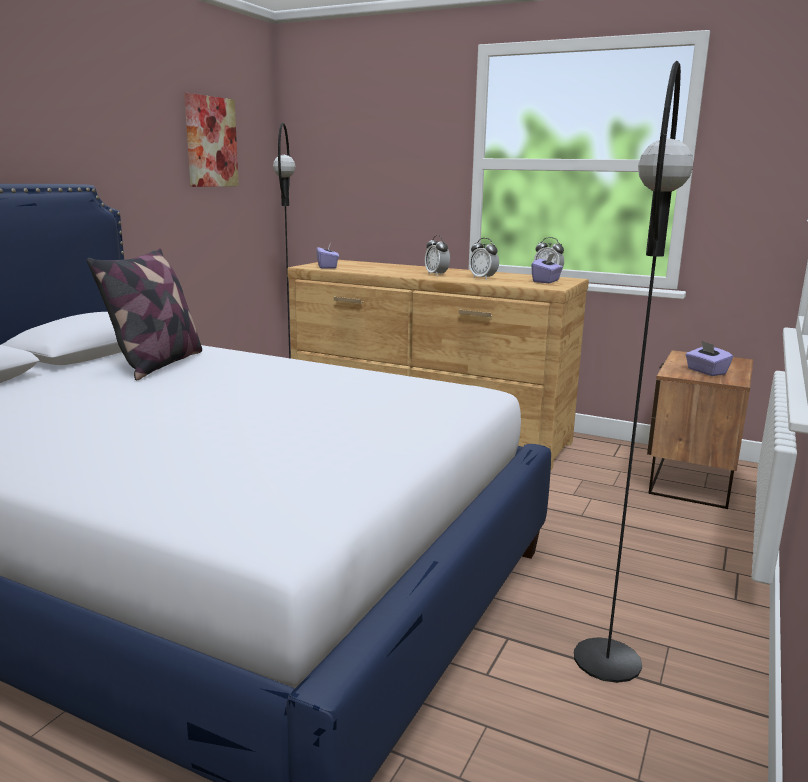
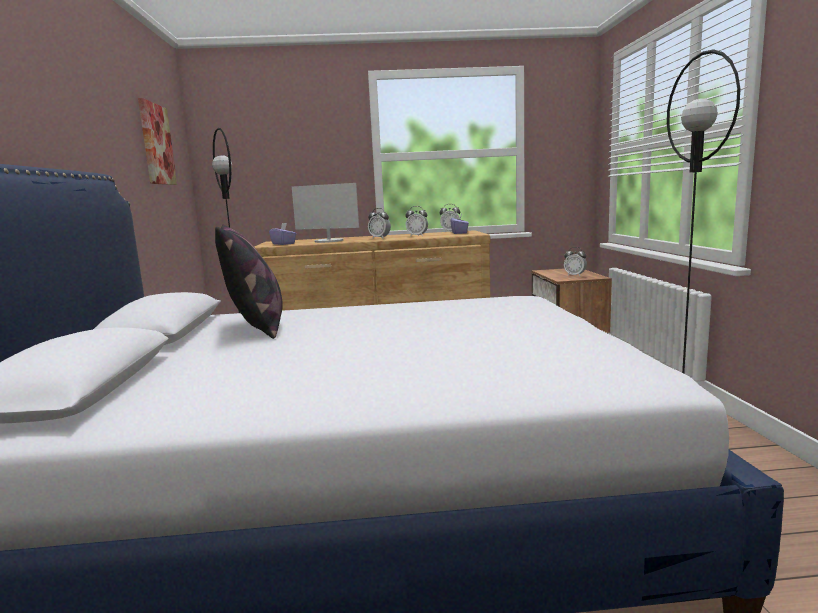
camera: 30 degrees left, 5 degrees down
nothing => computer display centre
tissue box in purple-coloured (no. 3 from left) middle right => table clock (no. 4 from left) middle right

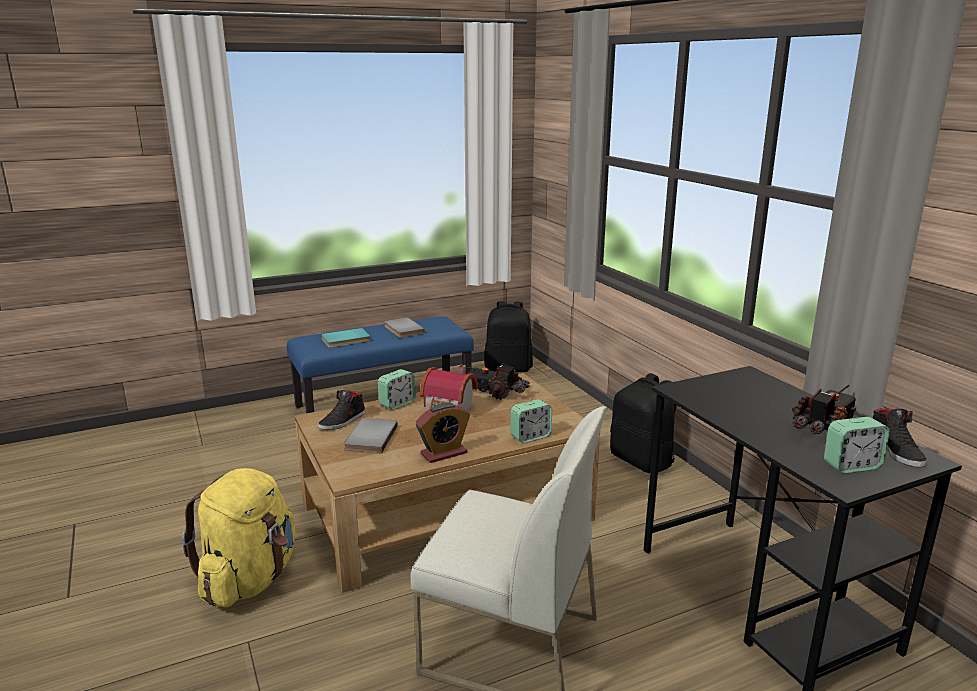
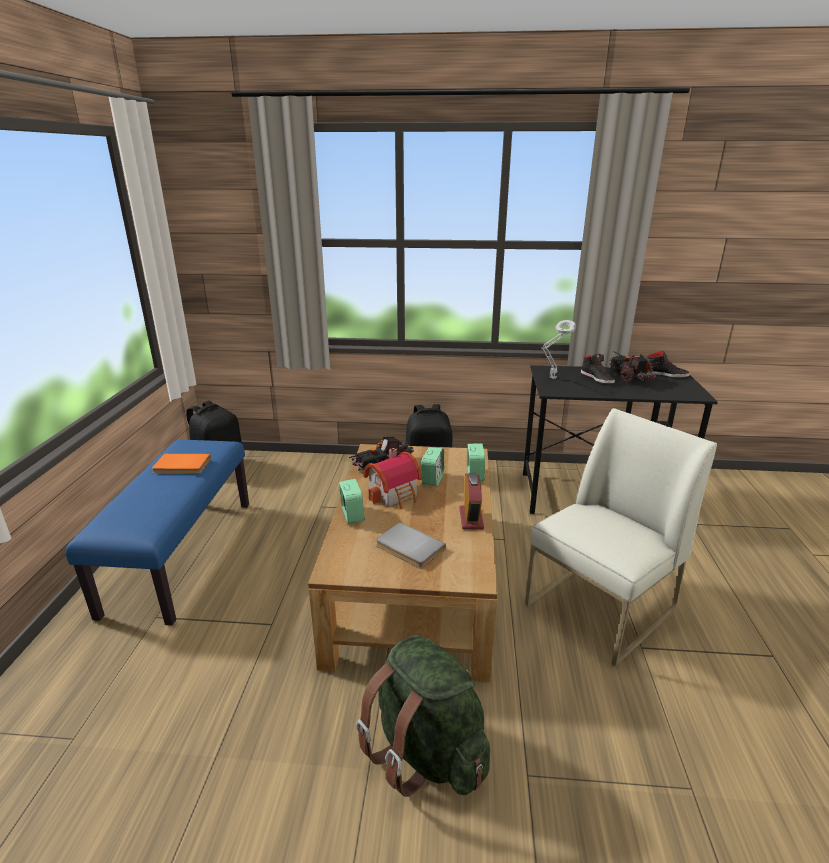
camera: 60 degrees left, 5 degrees up
book in turquoise centre => nothing
nothing => lamp for a table in grey middle right
shoe in blackish (no. 1 from left) centre => shoe in blackish (no. 1 from left) middle right, relocated
table clock (no. 4 from left in the first image) middle right => table clock (no. 2 from left) centre, relocated
backpack in yellowish bottom left => backpack in greenish bottom centre
book in grey (no. 2 from left) centre => book in orangey middle left

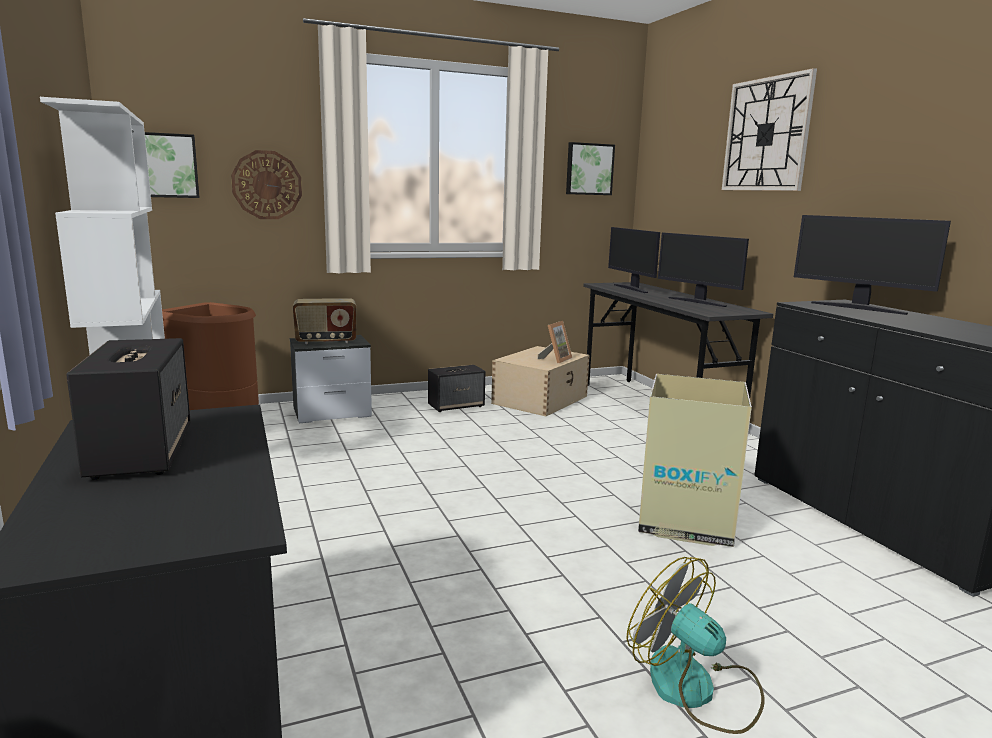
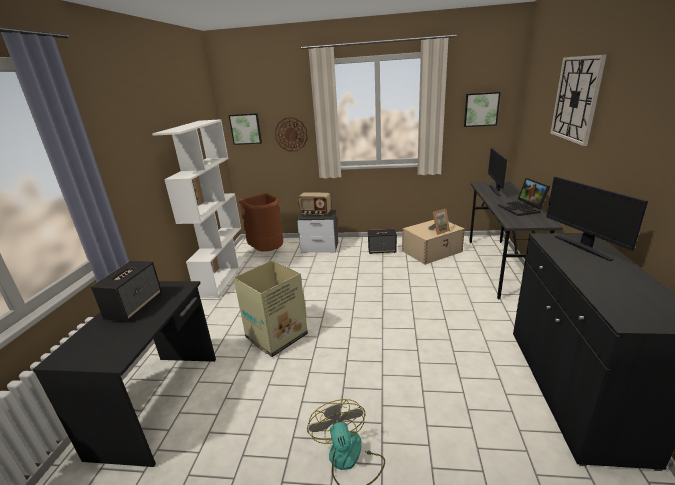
camera: 30 degrees right, 10 degrees up
carton middle right => carton centre, relocated
computer display (no. 2 from left) middle right => notebook computer middle right

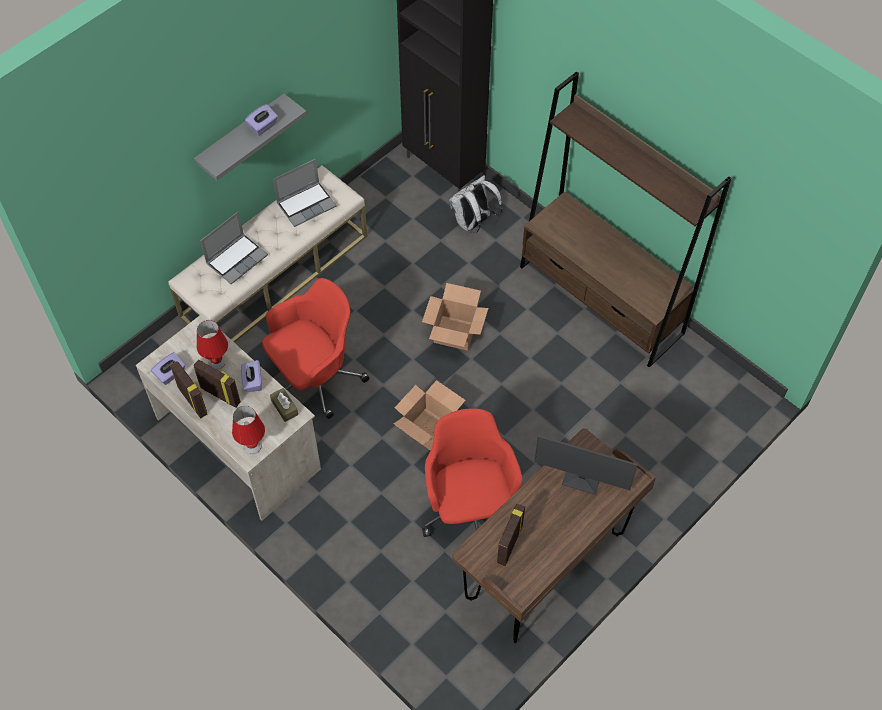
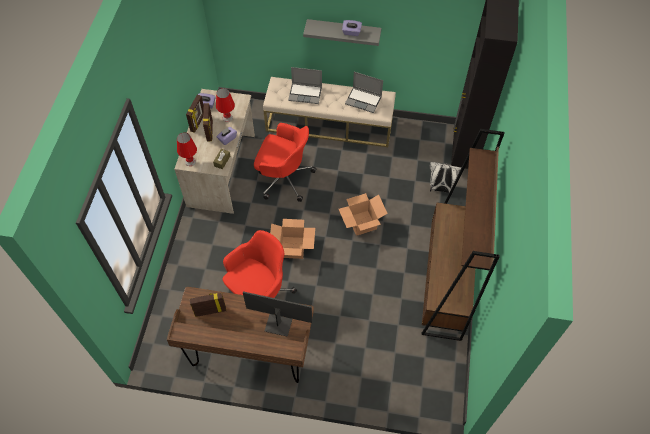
camera: 55 degrees right, 0 degrees up
computer display centre => computer display bottom centre, 120 degrees clockwise

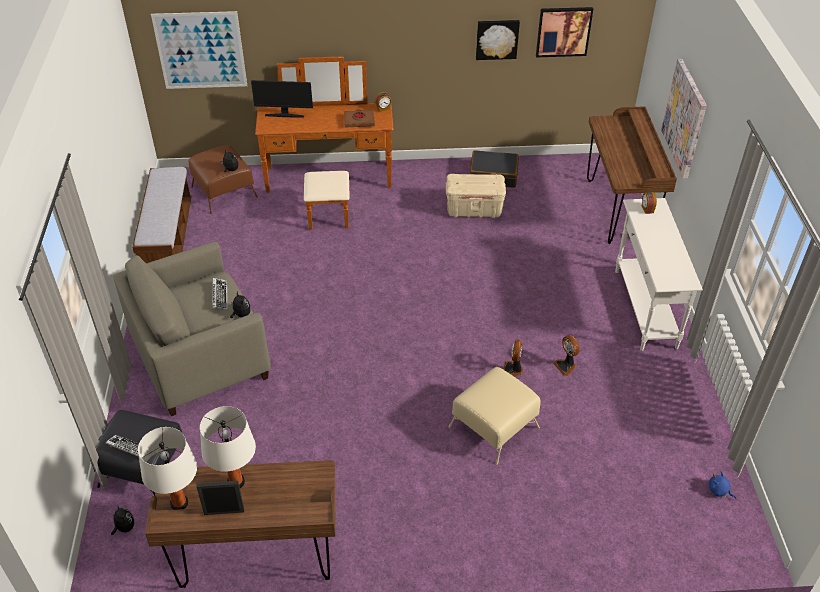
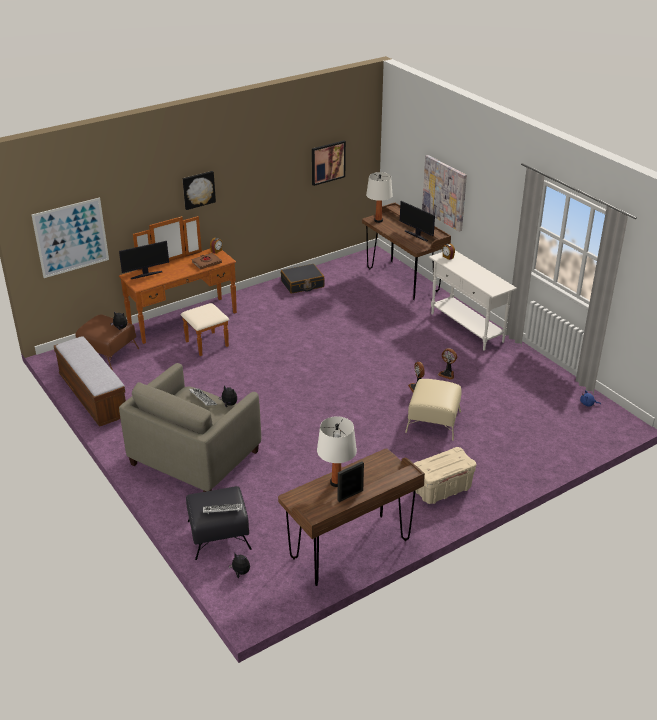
camera: 30 degrees left, 10 degrees down
nothing => computer display (no. 2 from left) top centre
lamp for a table in white (no. 1 from left in the first image) bottom left => lamp for a table in white (no. 2 from left) top centre, relocated
storage bin in beige-coloured top centre => storage bin in beige-coloured middle right, relocated
picture (no. 2 from left) top centre => picture (no. 2 from left) top left, relocated

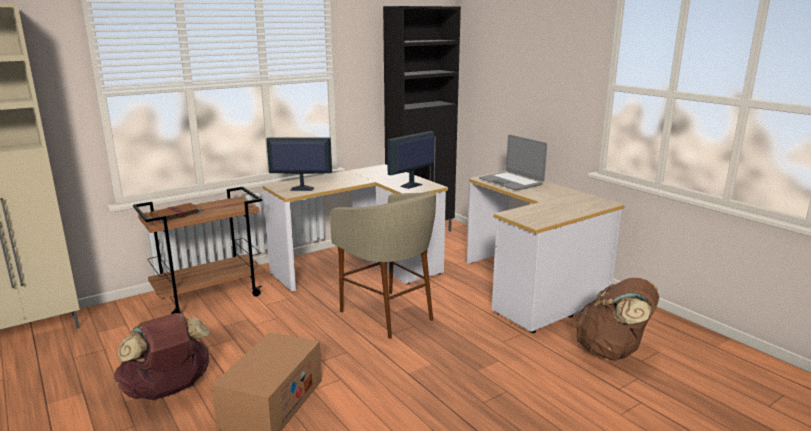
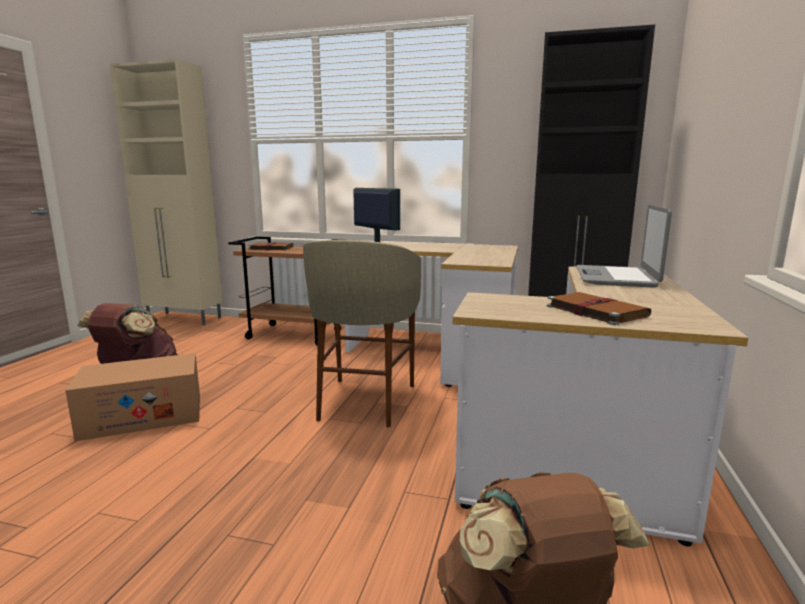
camera: 50 degrees right, 5 degrees down
computer display (no. 2 from left) centre => nothing
nothing => book in brown-coloured (no. 2 from left) middle right

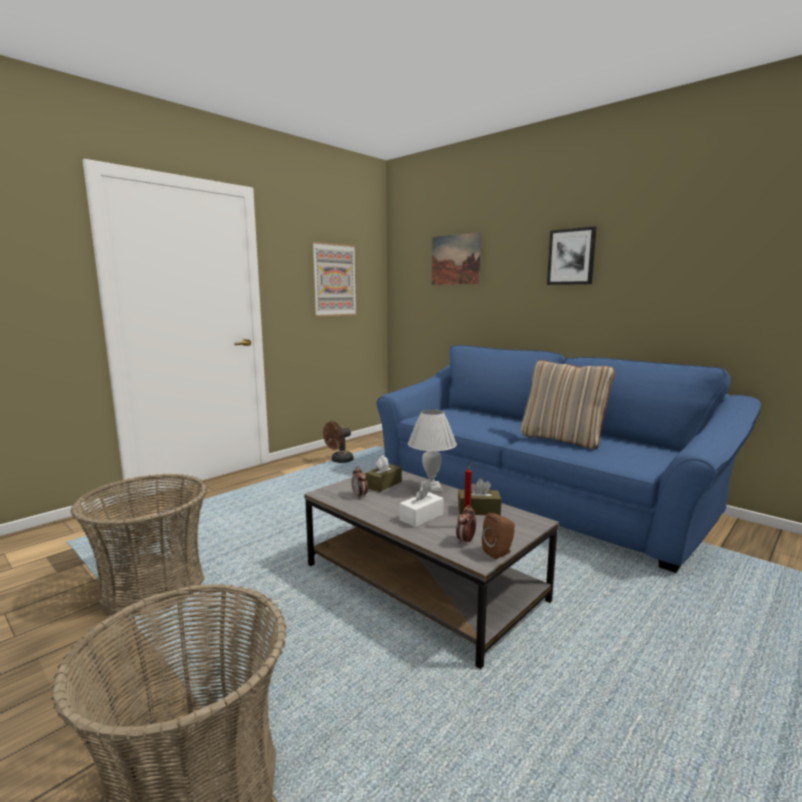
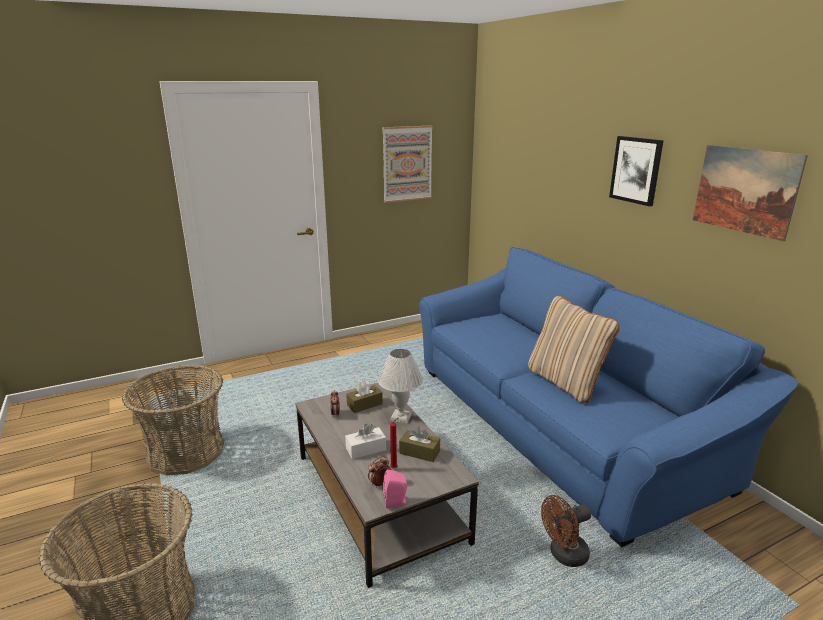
camera: 20 degrees right, 10 degrees up
cooling fan in brown-coloured centre => cooling fan in brown-coloured bottom right, relocated
picture (no. 2 from left in the first image) top centre => picture (no. 3 from left) top right, relocated
speaker in brown-coloured bottom centre => speaker in pink-coloured bottom centre

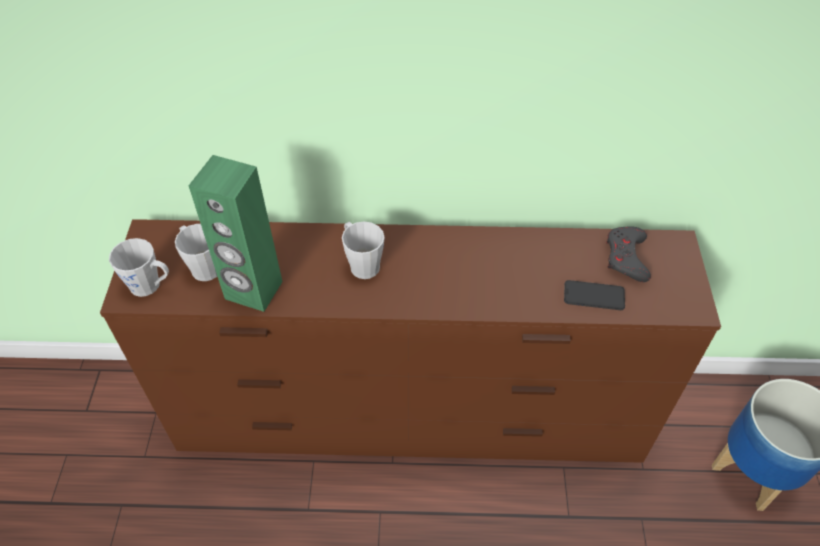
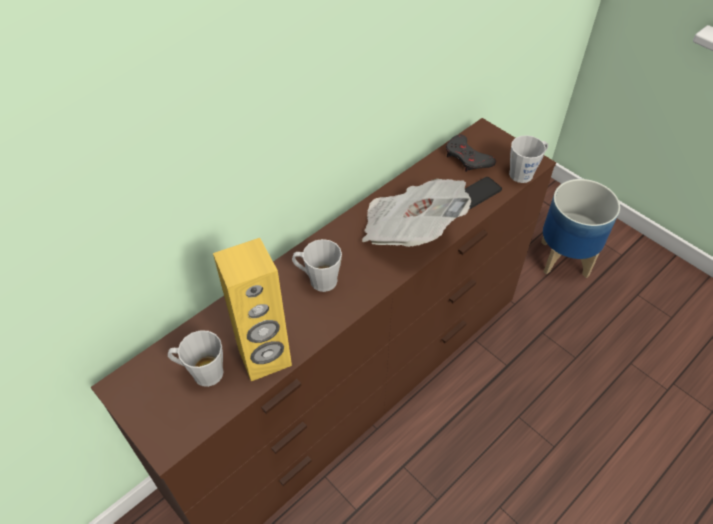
camera: 45 degrees left, 0 degrees up
nothing => newspaper centre
tea mug in grey (no. 1 from left in the first image) middle left => tea mug in grey (no. 3 from left) top right, relocated
speaker in greenish middle left => speaker in yellowish centre

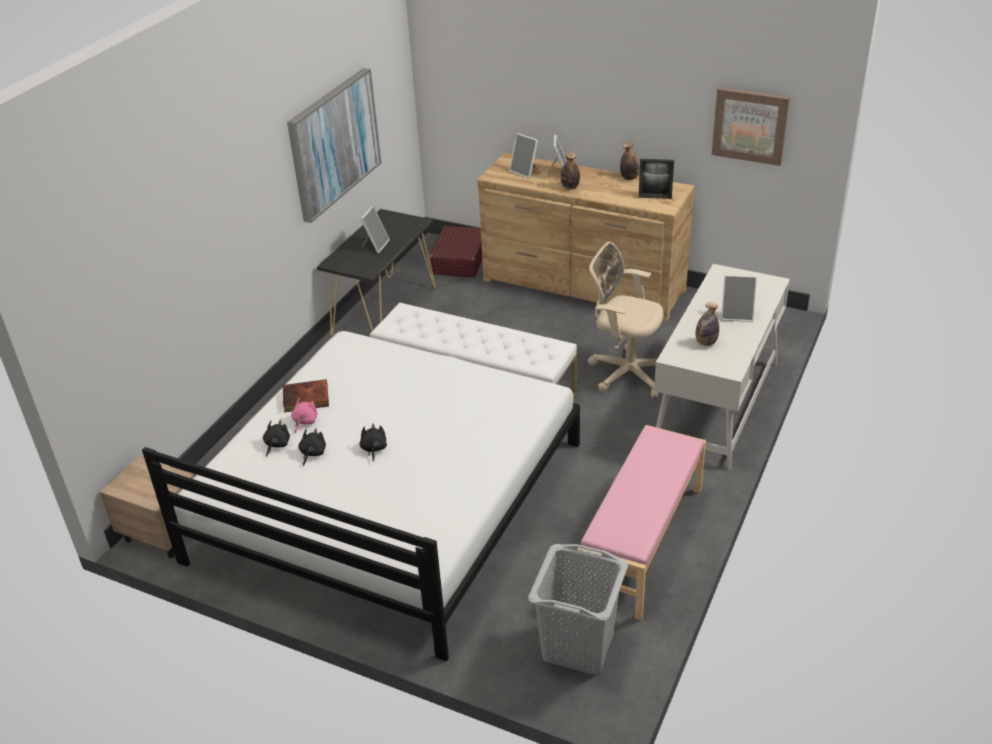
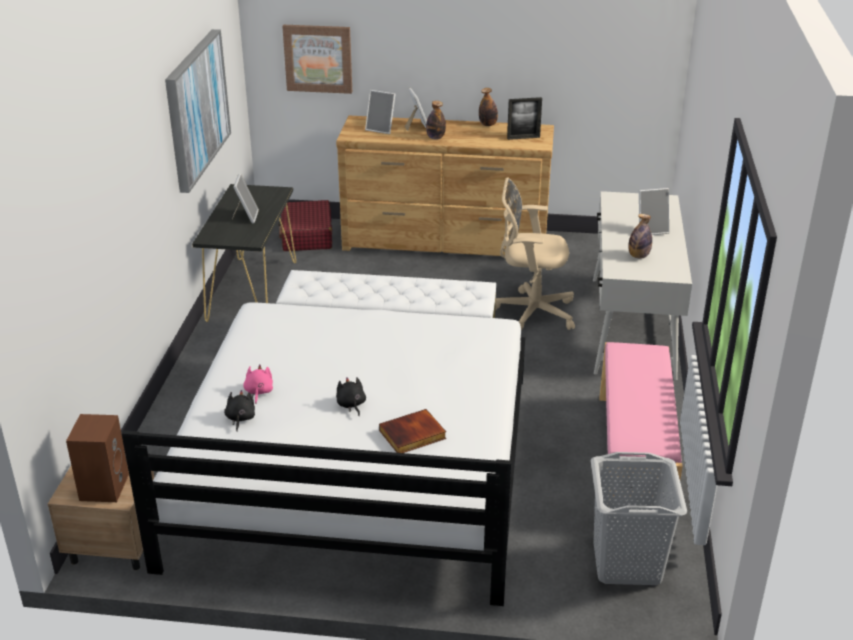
camera: 20 degrees left, 5 degrees down
soft toy in blackish (no. 2 from left) middle left => nothing
nothing => speaker in brown-coloured bottom left
book middle left => book bottom centre, relocated
picture (no. 2 from left) top right => picture (no. 2 from left) top centre, relocated

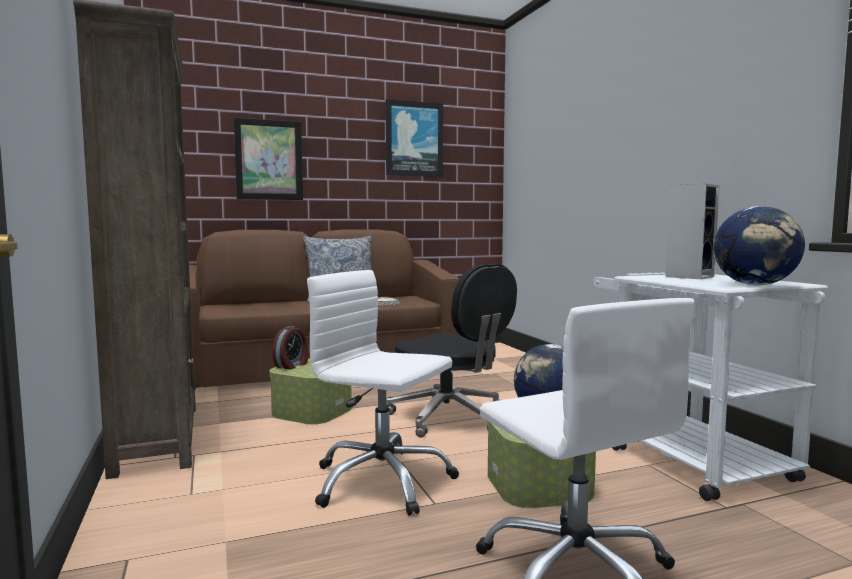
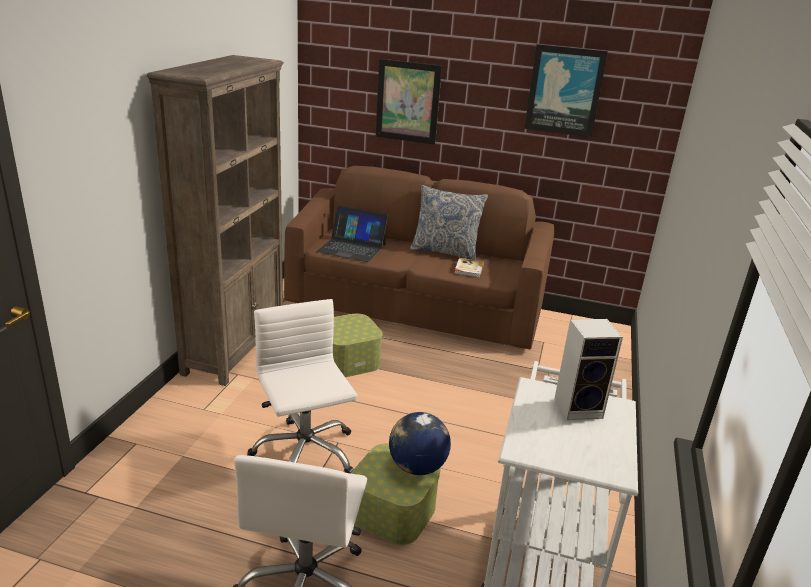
camera: 35 degrees right, 20 degrees up
table clock centre => nothing
desk chair in blackish centre => nothing
world globe (no. 2 from left) middle right => nothing
nothing => notebook computer centre

